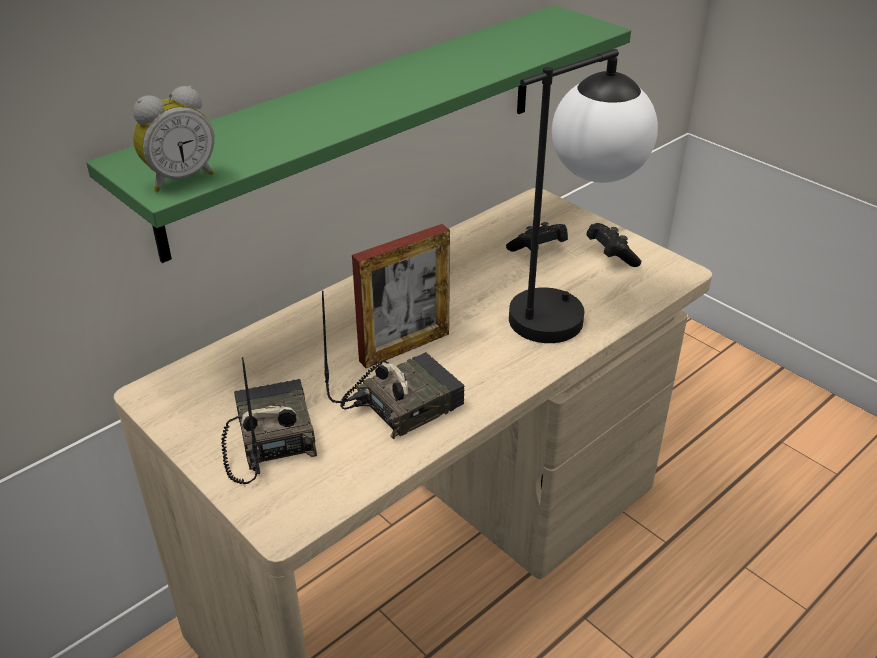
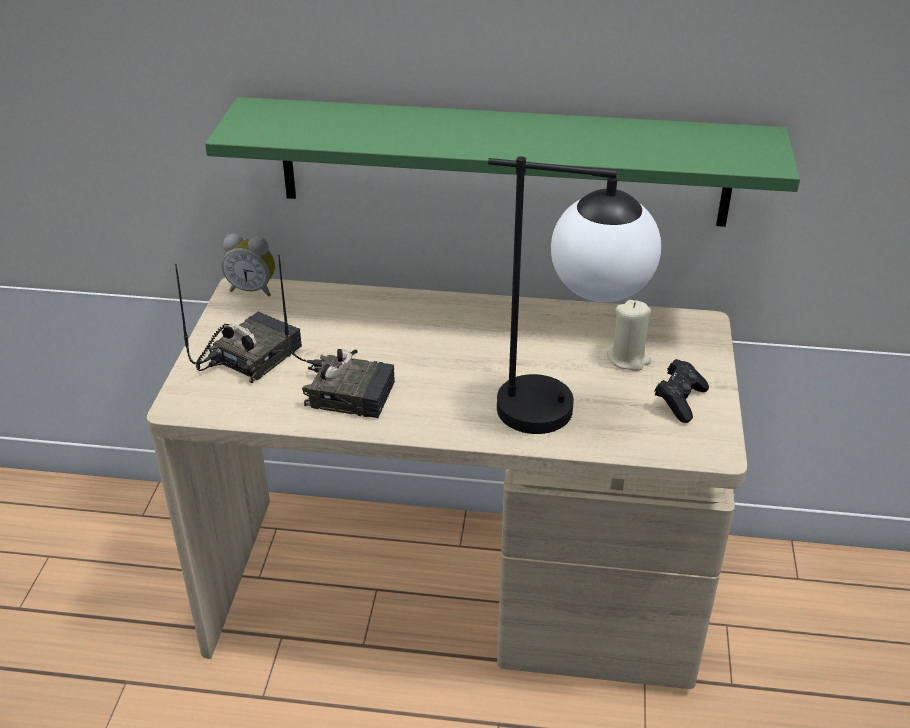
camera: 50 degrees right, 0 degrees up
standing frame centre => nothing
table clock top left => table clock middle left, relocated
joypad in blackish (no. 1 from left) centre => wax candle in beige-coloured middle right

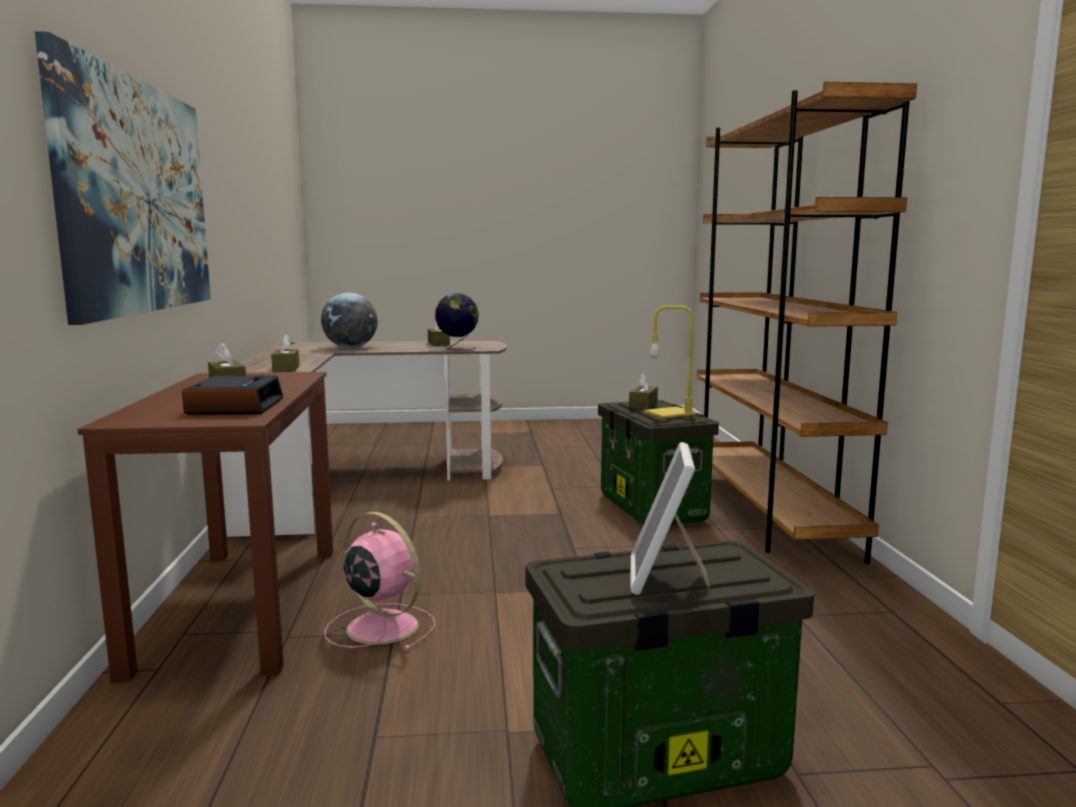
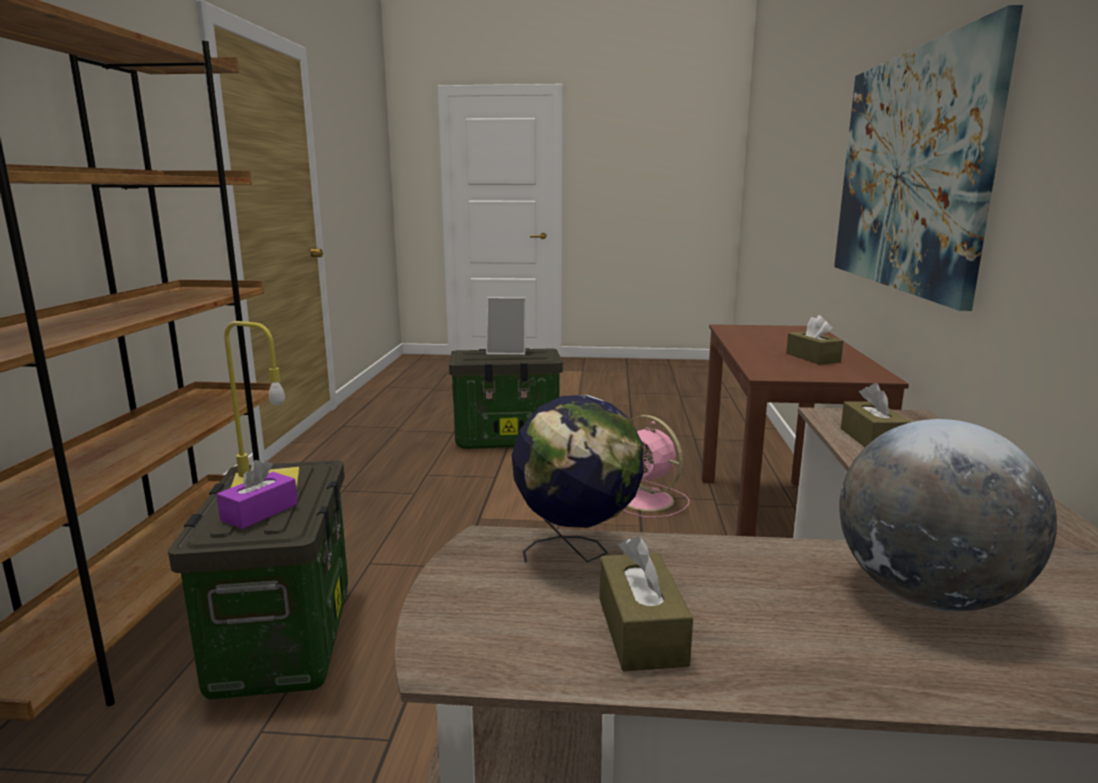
camera: 170 degrees left, 5 degrees up
table clock middle left => nothing
tissue box in brown-coloured (no. 4 from left) centre => tissue box in purple-coloured middle left
standing frame centre, 75 degrees clockwise

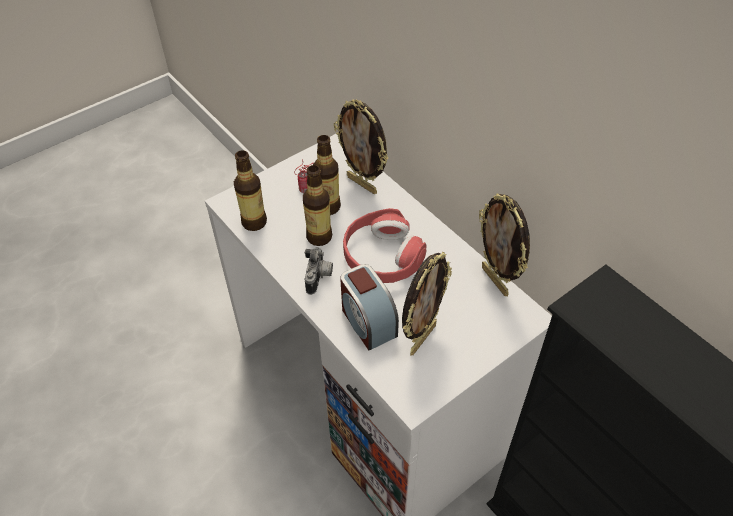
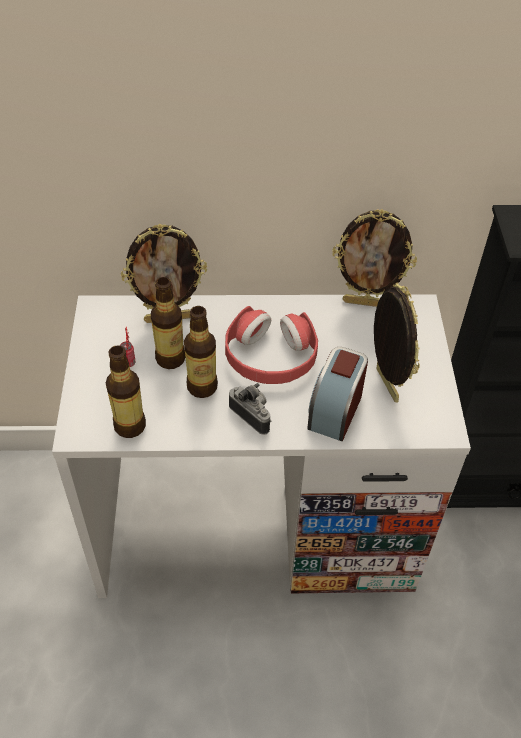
camera: 55 degrees left, 0 degrees up
table clock centre, 105 degrees clockwise

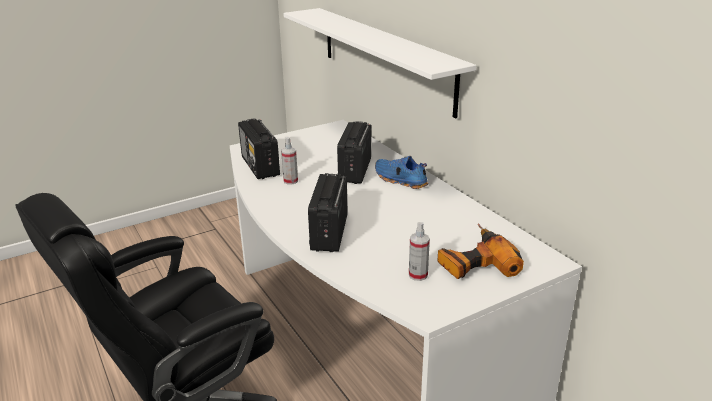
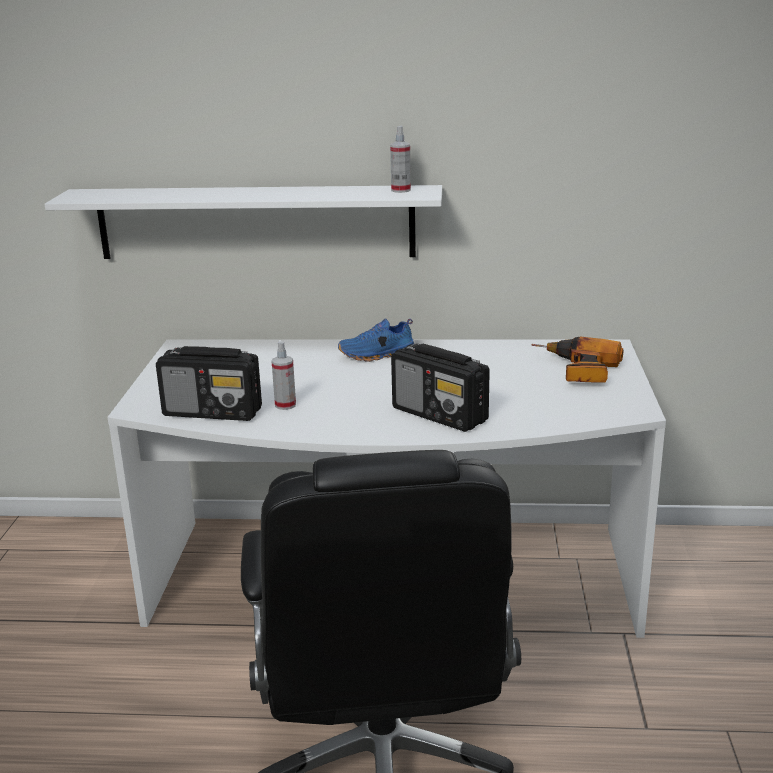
camera: 55 degrees left, 5 degrees down
radio (no. 3 from left) centre => nothing
spray bottle (no. 2 from left) centre => spray bottle (no. 2 from left) top centre, relocated

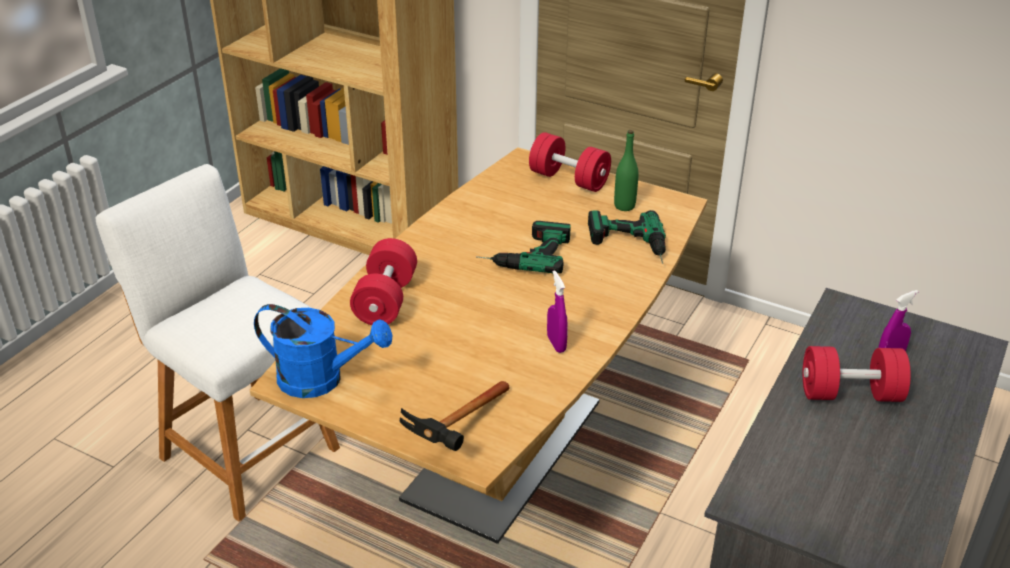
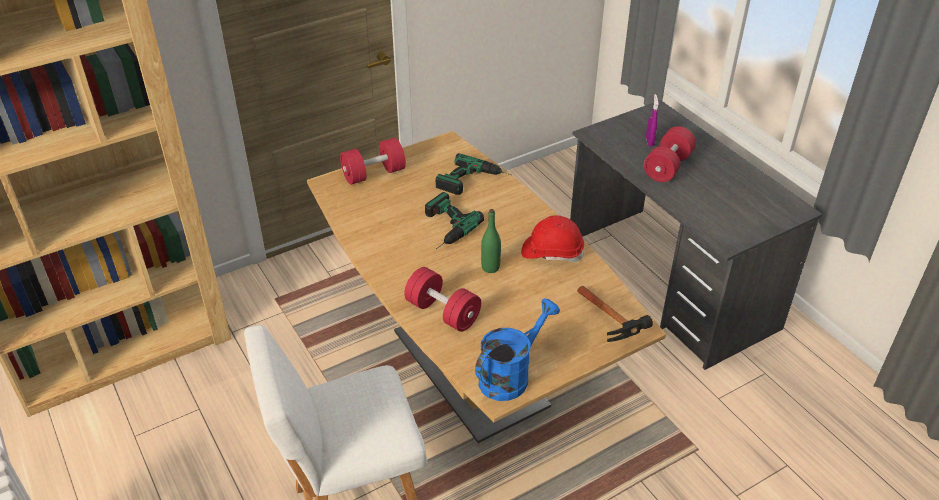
camera: 60 degrees left, 5 degrees up
drink bottle in greenish top centre => drink bottle in greenish centre, relocated
spray bottle in purple-coloured (no. 1 from left) centre => work helmet in red centre

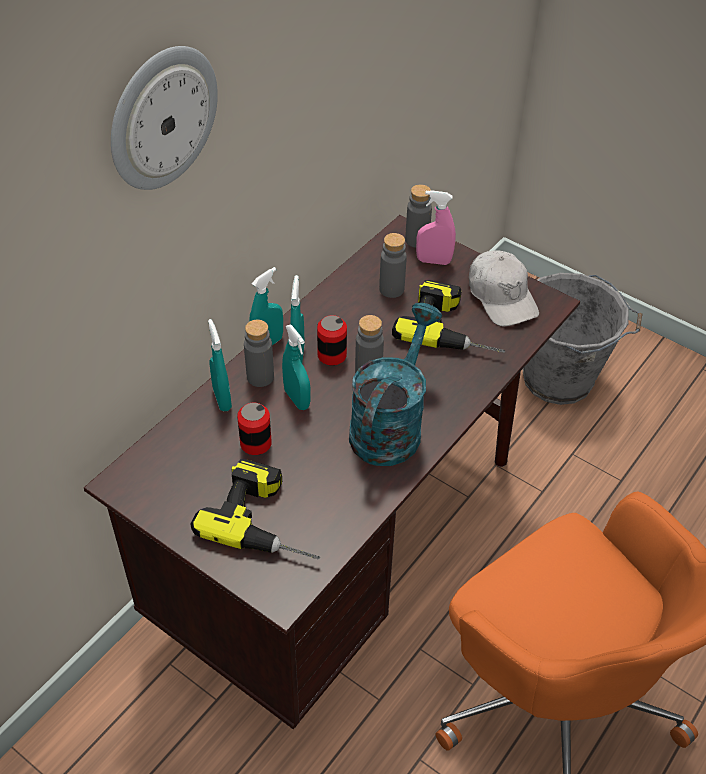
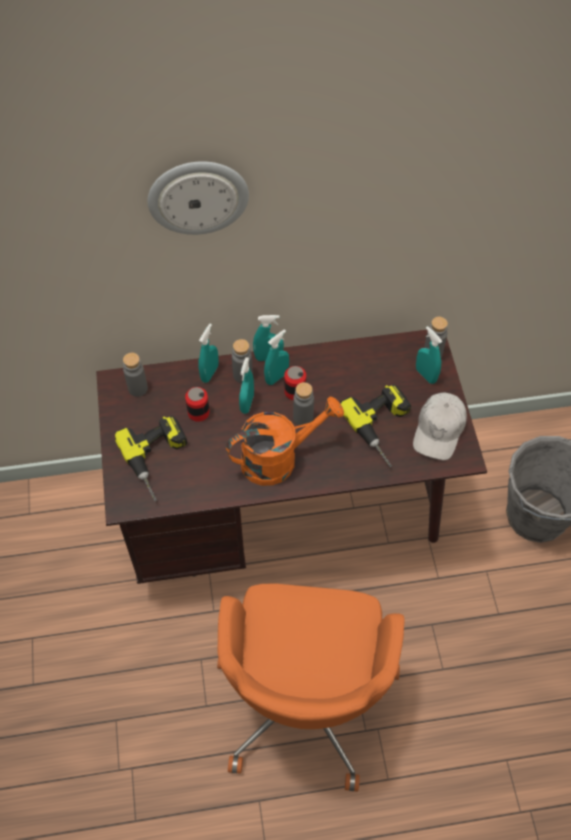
camera: 45 degrees right, 10 degrees up
drink bottle in grey (no. 3 from left in the first image) centre => drink bottle in grey (no. 1 from left) middle left, relocated
sprinkling can in turquoise centre => sprinkling can in orangey centre
spray bottle in pink-coloured top centre => spray bottle in turquoise (no. 5 from left) middle right

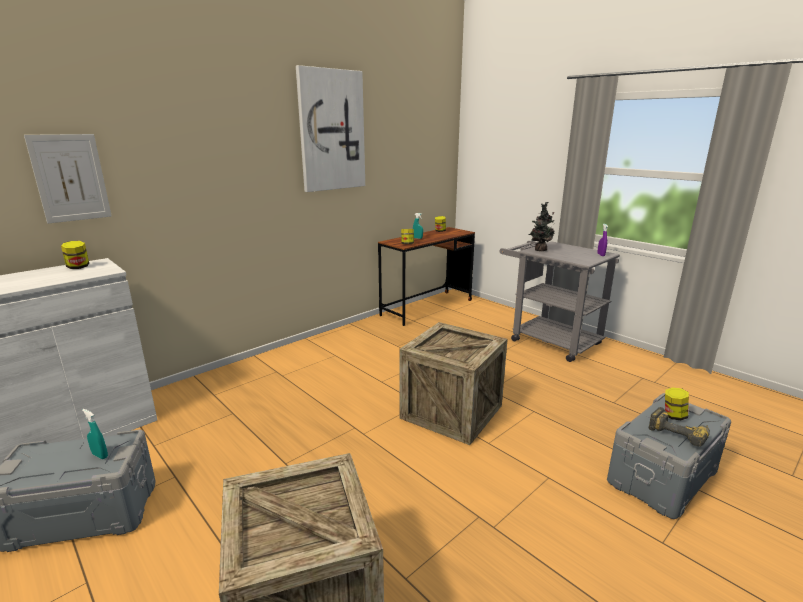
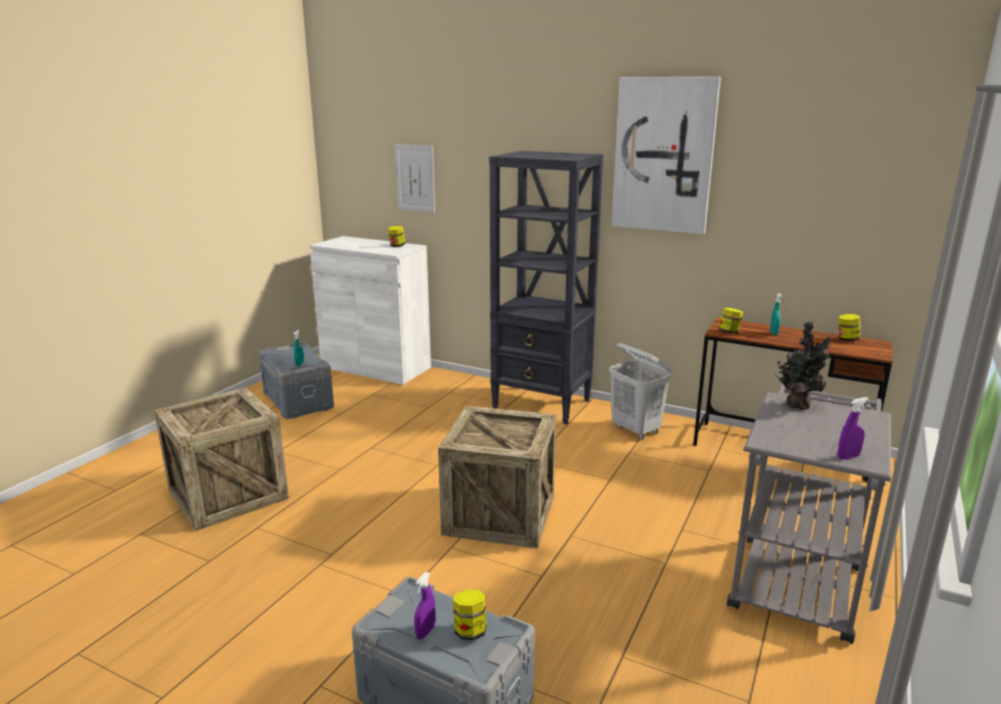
camera: 70 degrees right, 0 degrees up
nothing => shelving unit in blackish centre
nothing => laundry basket in white centre
electric drill bottom right => spray bottle in purple-coloured (no. 1 from left) bottom centre

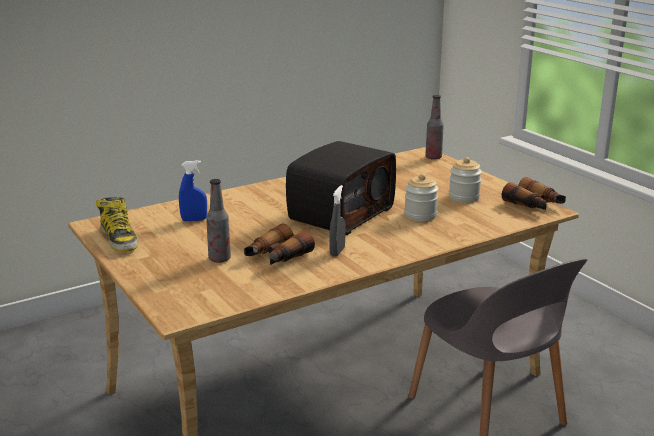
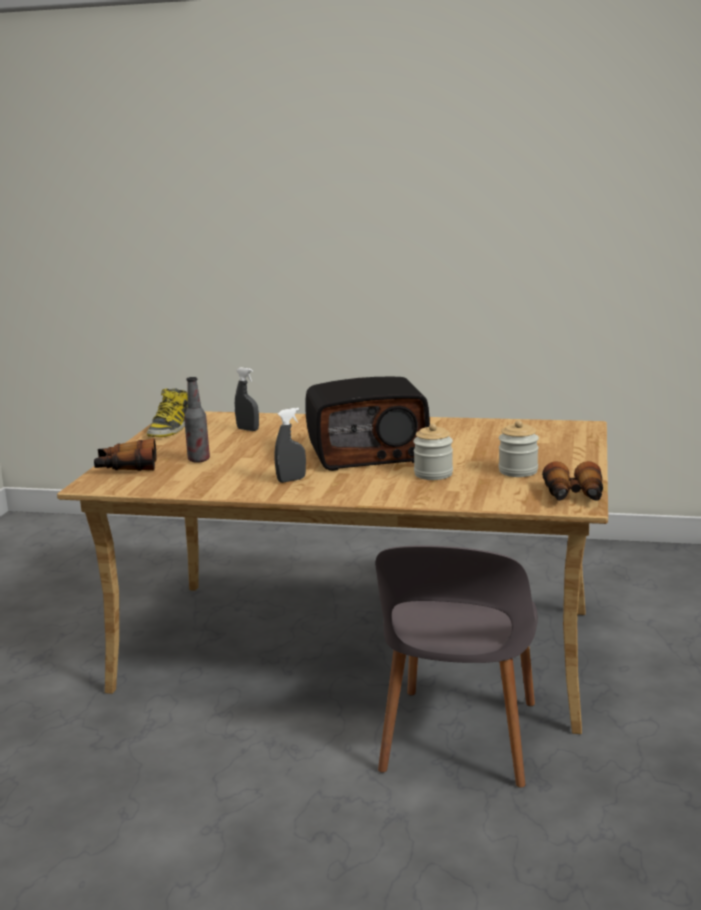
camera: 45 degrees right, 5 degrees down
drink bottle (no. 2 from left) top centre => nothing
field glasses (no. 1 from left) centre => field glasses (no. 1 from left) middle left, relocated
spray bottle in blue-coloured middle left => spray bottle in grey (no. 1 from left) centre

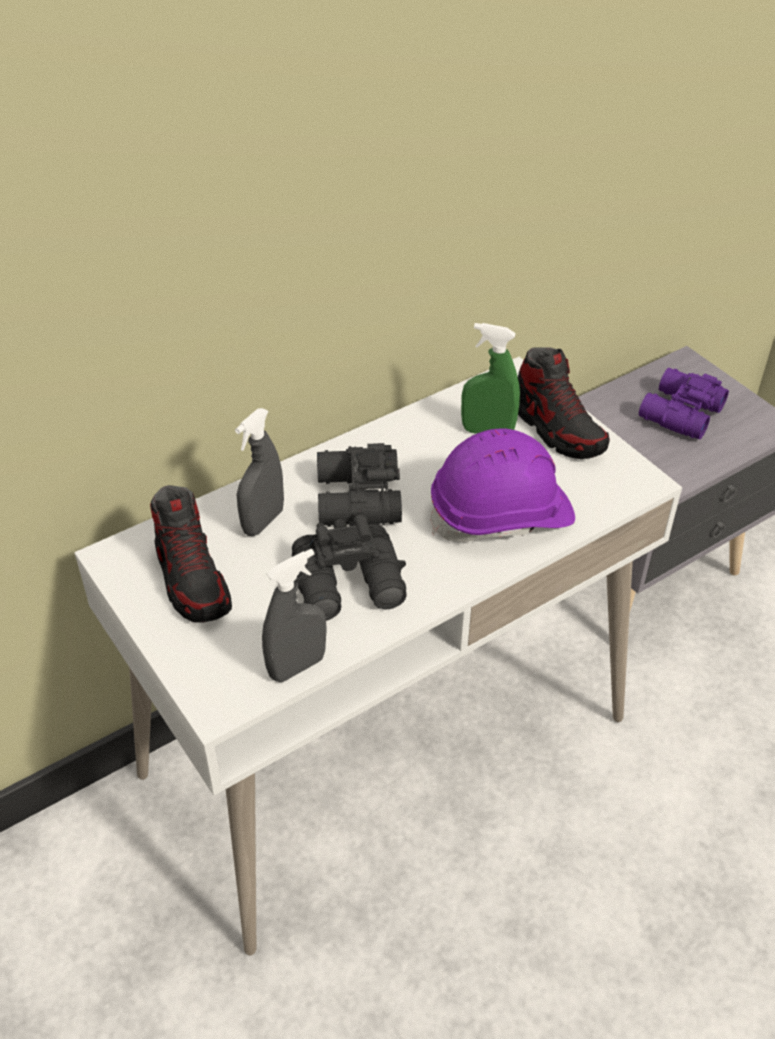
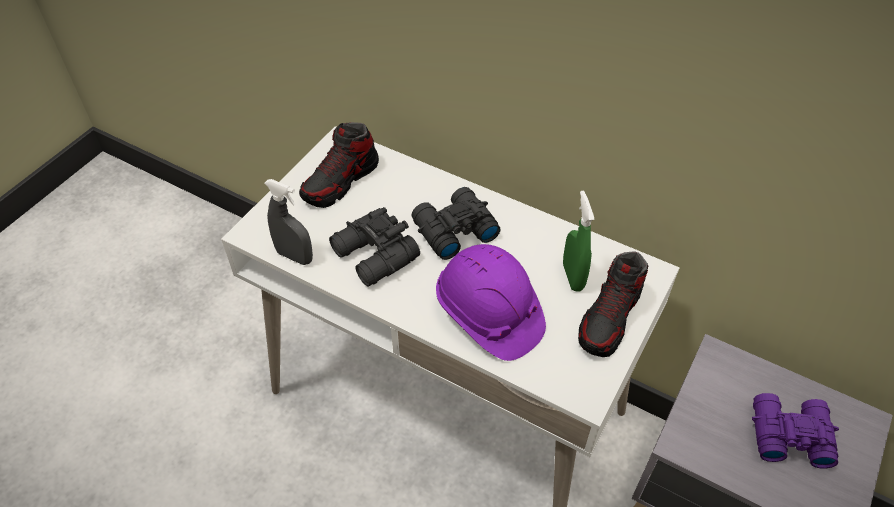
camera: 65 degrees right, 5 degrees up
spray bottle in grey (no. 1 from left) centre => nothing

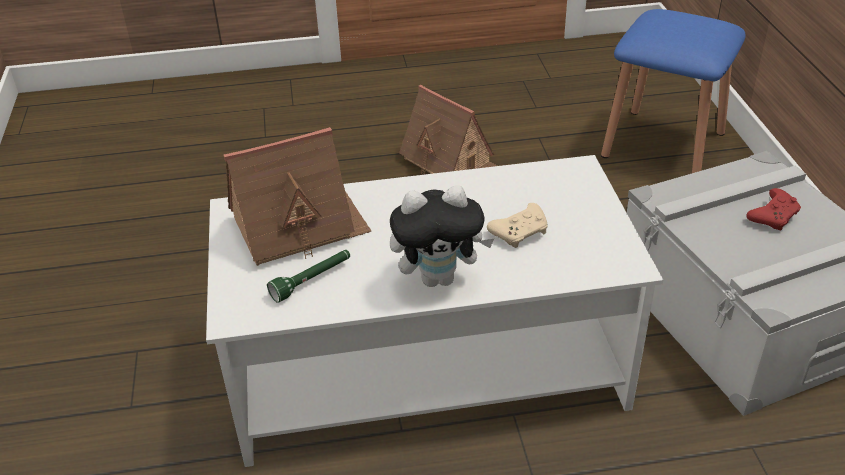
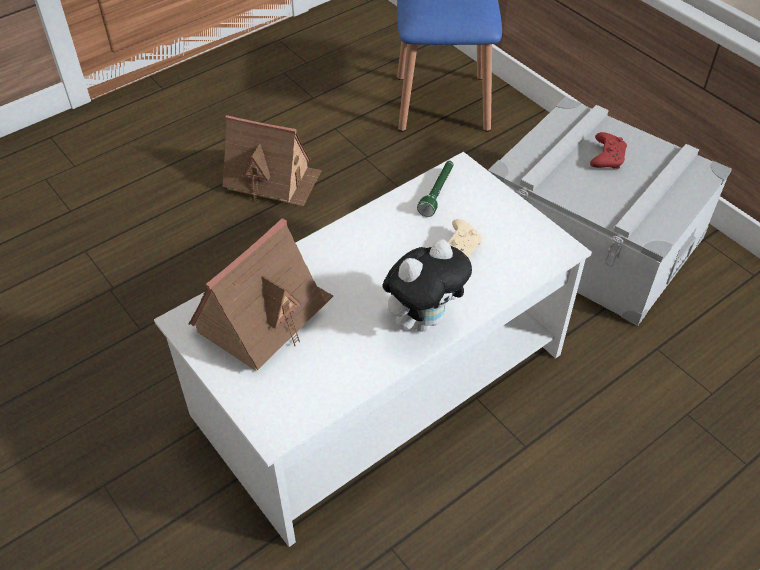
camera: 30 degrees left, 10 degrees up
flashlight in greenish centre => flashlight in greenish top centre, relocated

